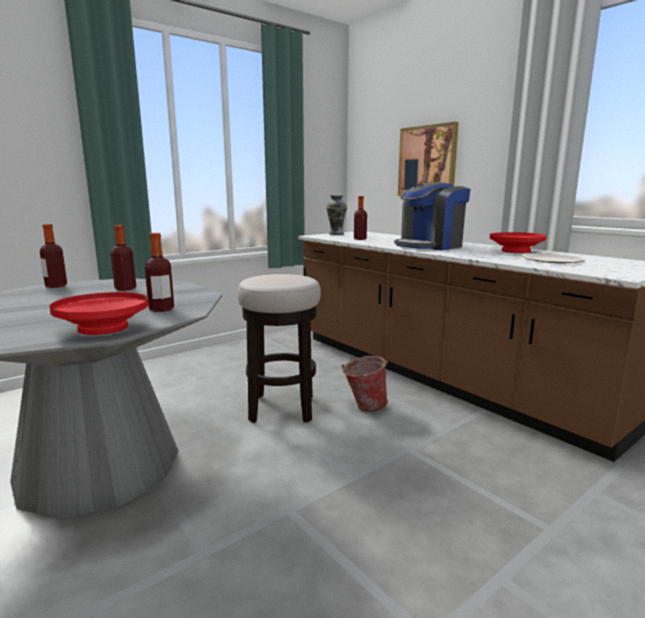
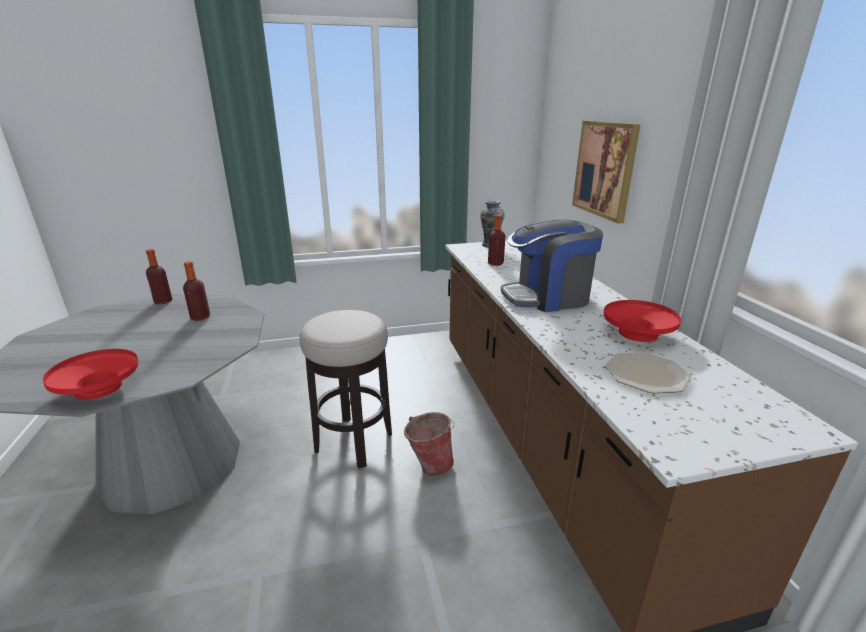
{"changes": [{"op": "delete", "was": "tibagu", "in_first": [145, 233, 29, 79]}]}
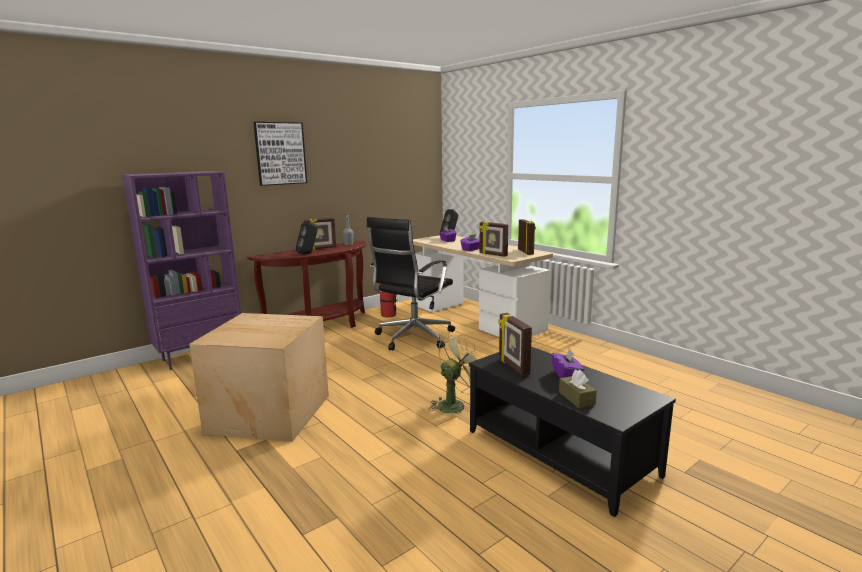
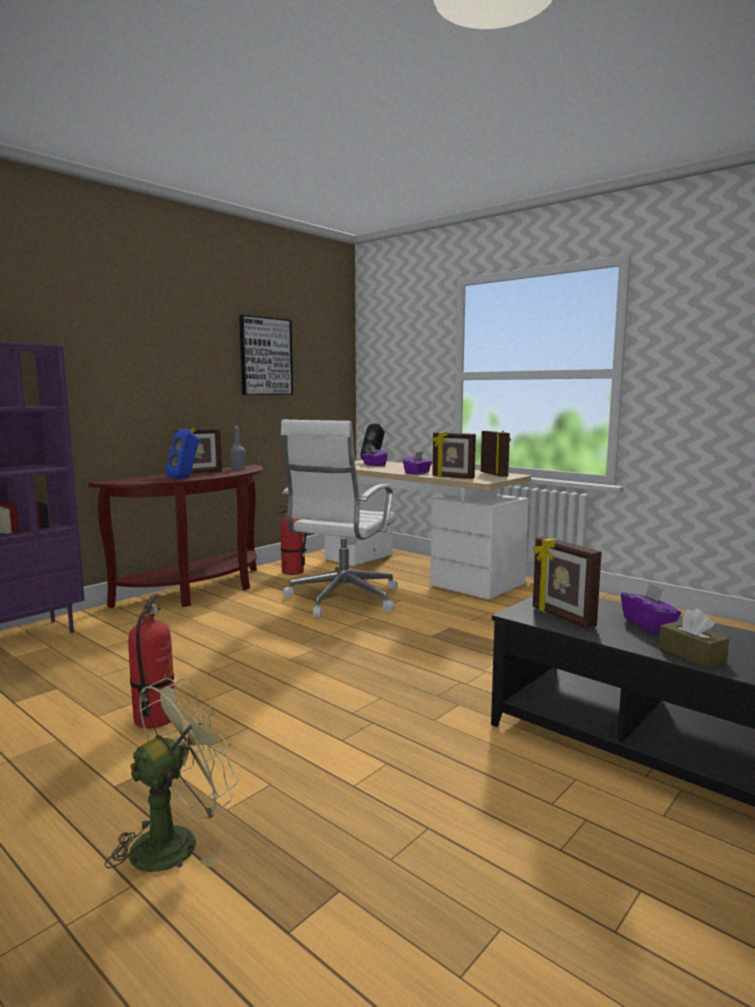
{"changes": [{"op": "move", "was": "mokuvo", "in_first": [253, 122, 54, 64], "in_second": [239, 315, 54, 80]}, {"op": "move", "was": "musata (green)", "in_first": [429, 335, 48, 78], "in_second": [105, 678, 134, 194]}, {"op": "replace", "was": "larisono", "now": "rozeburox", "in_first": [189, 313, 140, 129], "in_second": [128, 594, 47, 135]}, {"op": "recolor", "was": "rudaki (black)", "now": "rudaki (blue)", "in_first": [296, 221, 22, 33], "in_second": [165, 429, 34, 50]}, {"op": "recolor", "was": "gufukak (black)", "now": "gufukak (white)", "in_first": [367, 217, 88, 133], "in_second": [281, 420, 117, 197]}]}
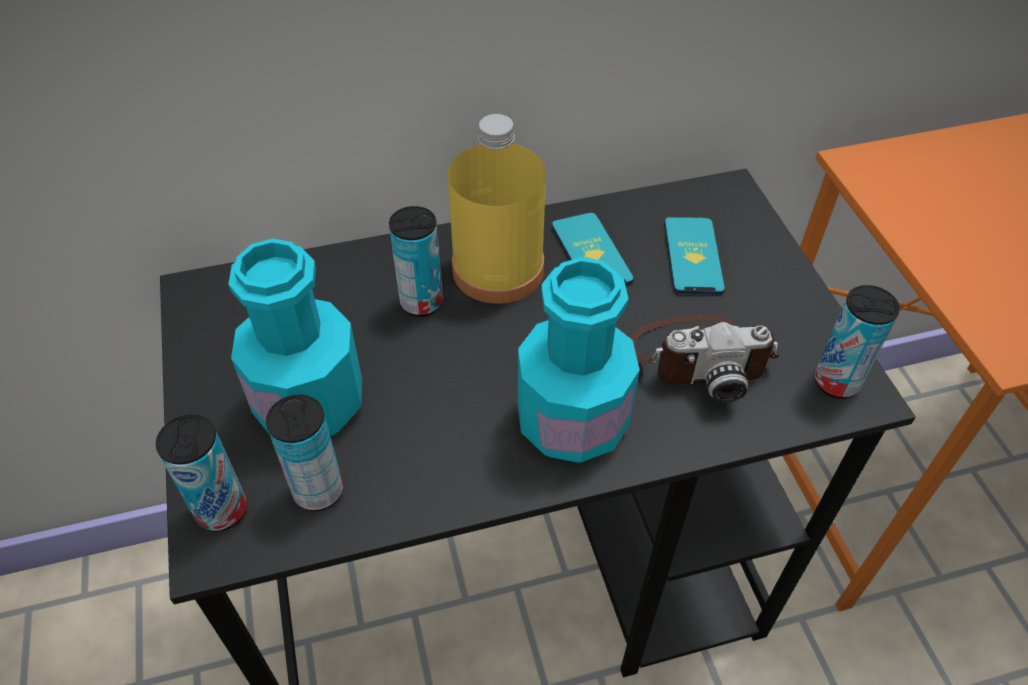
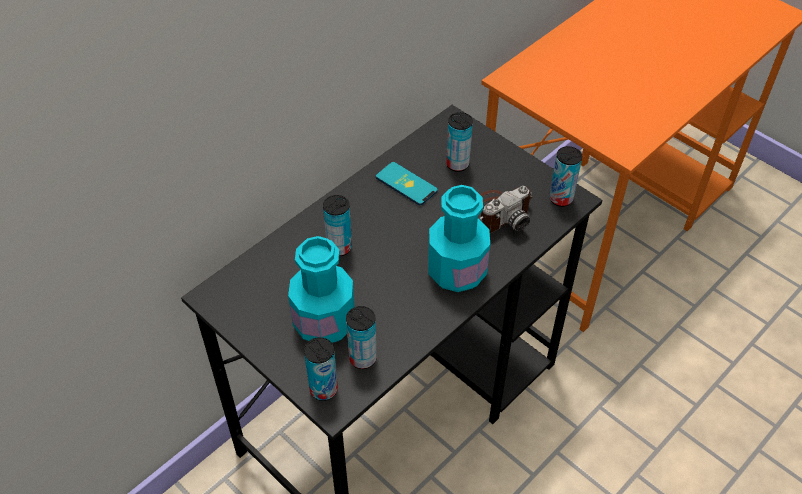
{"changes": [{"op": "delete", "was": "tibagu (yellow)", "in_first": [448, 114, 98, 190]}, {"op": "replace", "was": "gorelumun", "now": "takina", "in_first": [664, 217, 61, 78], "in_second": [446, 112, 27, 60]}]}
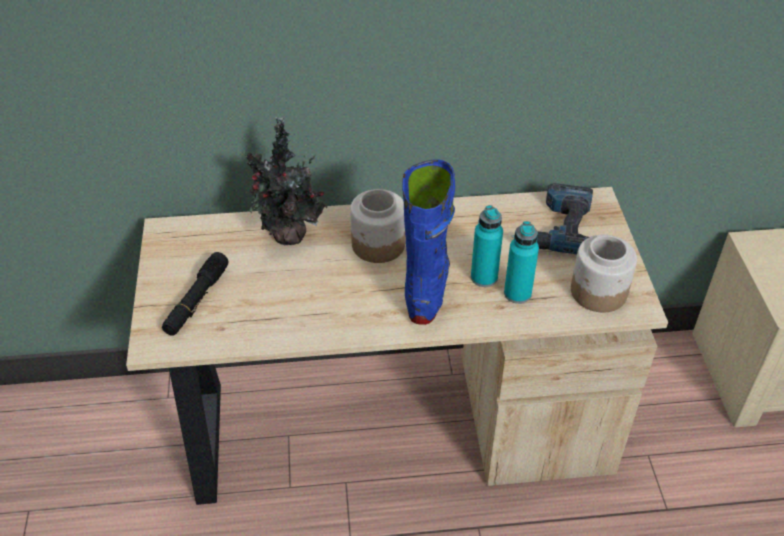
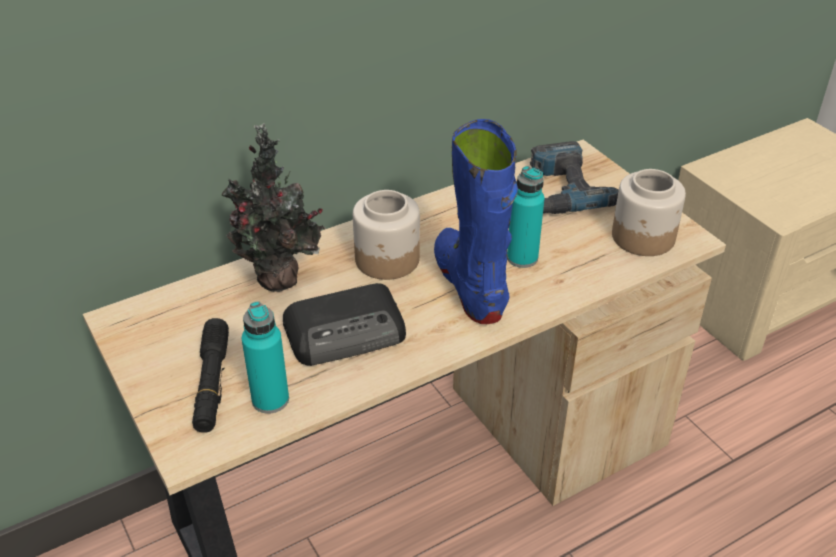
{"changes": [{"op": "insert", "now": "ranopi", "in_second": [283, 283, 123, 83]}, {"op": "move", "was": "tibagu (turquoise)", "in_first": [504, 221, 35, 83], "in_second": [242, 301, 47, 113]}]}
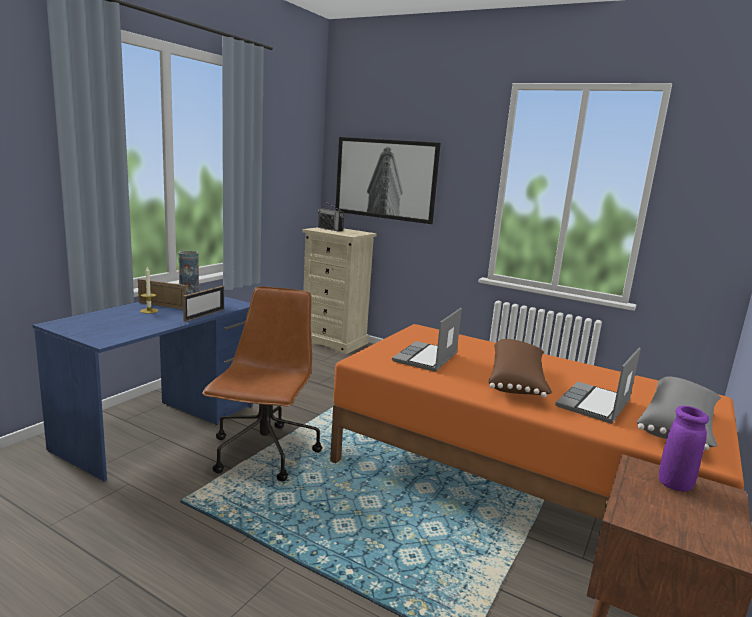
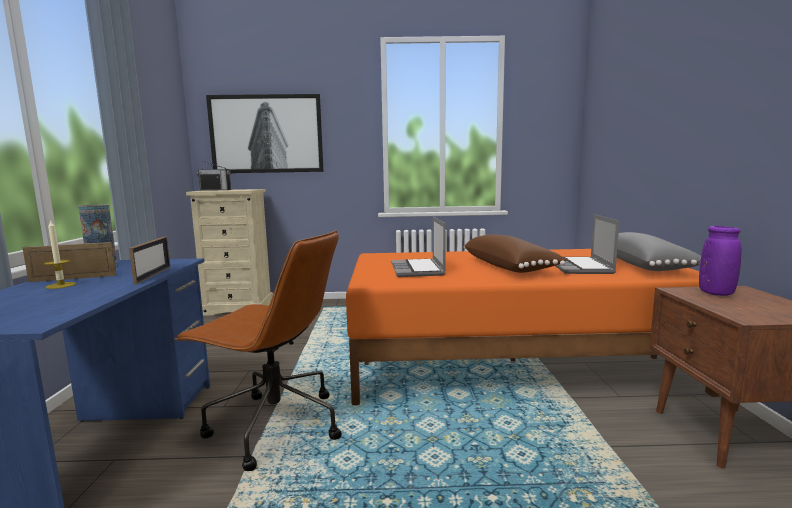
{"changes": [{"op": "rotate", "was": "gufukak (brown)", "in_first": [202, 286, 120, 195], "in_second": [174, 230, 168, 241], "clockwise": 135}]}
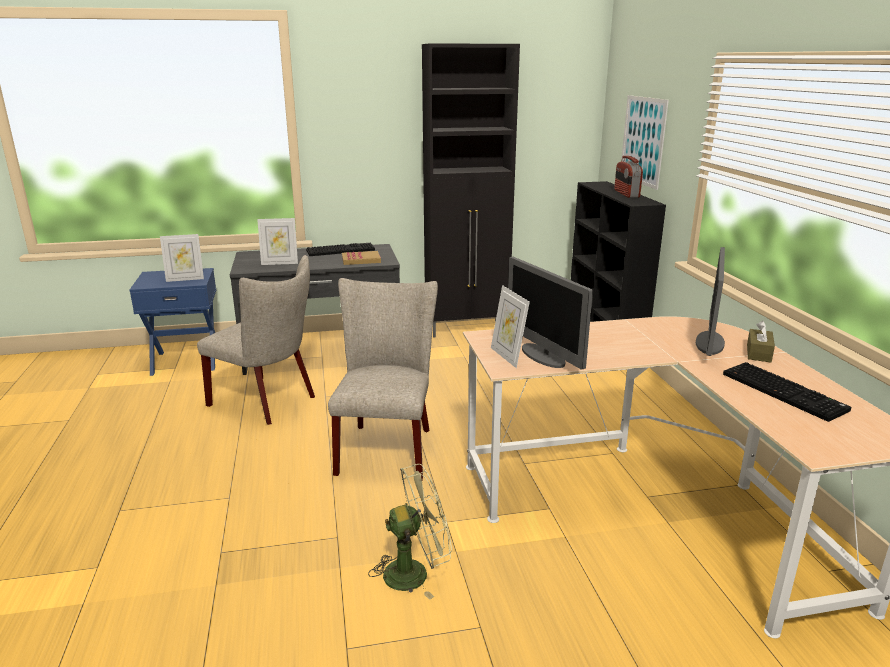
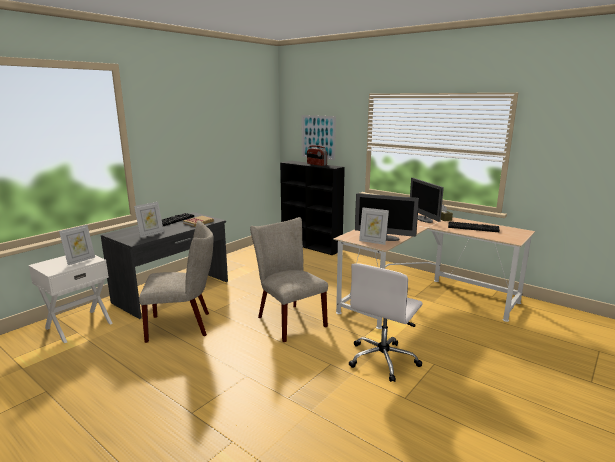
{"changes": [{"op": "delete", "was": "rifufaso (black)", "in_first": [422, 43, 98, 295]}, {"op": "replace", "was": "musata (green)", "now": "gufukak (white)", "in_first": [368, 464, 84, 136], "in_second": [349, 263, 73, 119]}, {"op": "recolor", "was": "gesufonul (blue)", "now": "gesufonul (white)", "in_first": [130, 268, 86, 108], "in_second": [28, 255, 85, 88]}]}
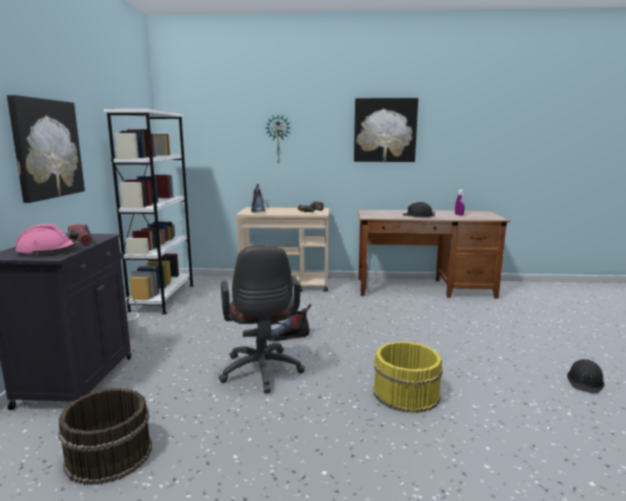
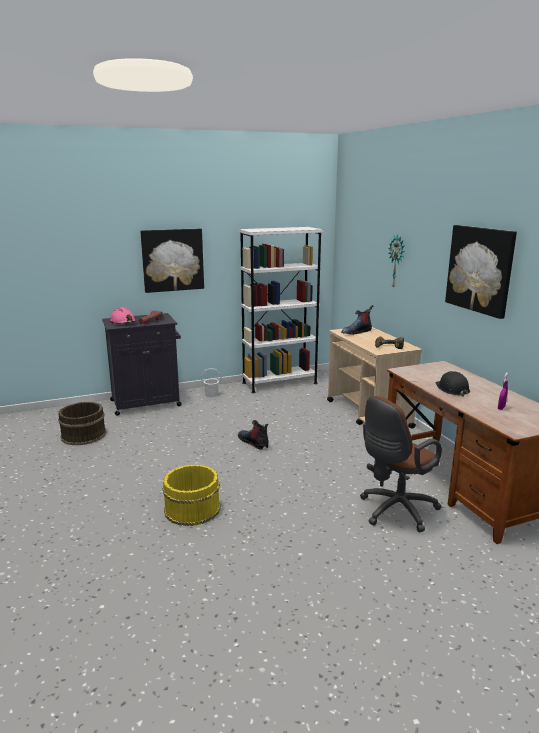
{"changes": [{"op": "delete", "was": "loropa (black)", "in_first": [567, 359, 37, 35]}, {"op": "move", "was": "gufukak (brown)", "in_first": [219, 245, 86, 148], "in_second": [360, 396, 82, 136]}]}
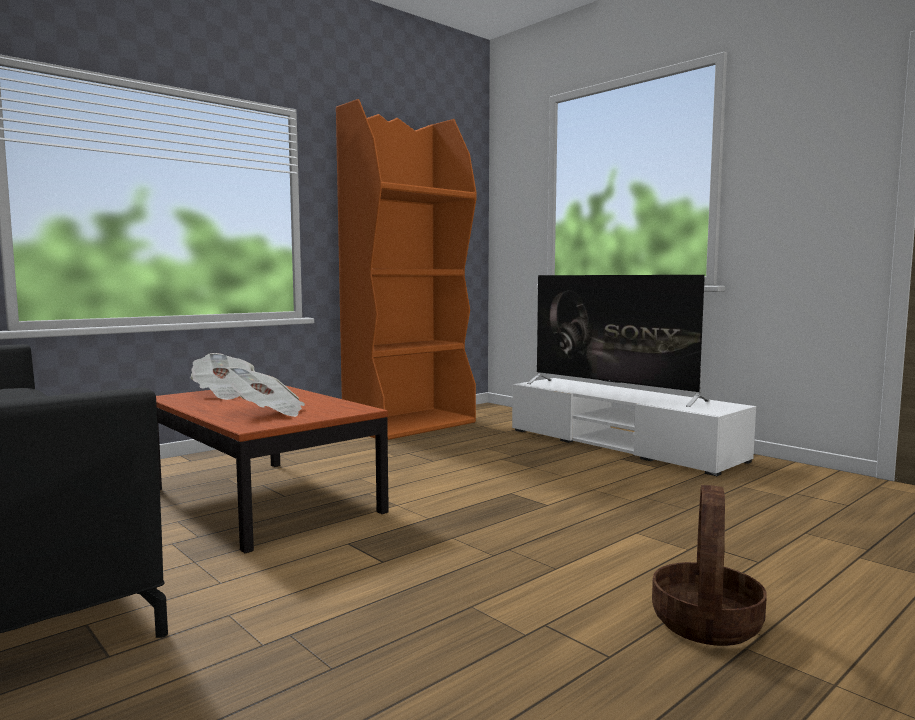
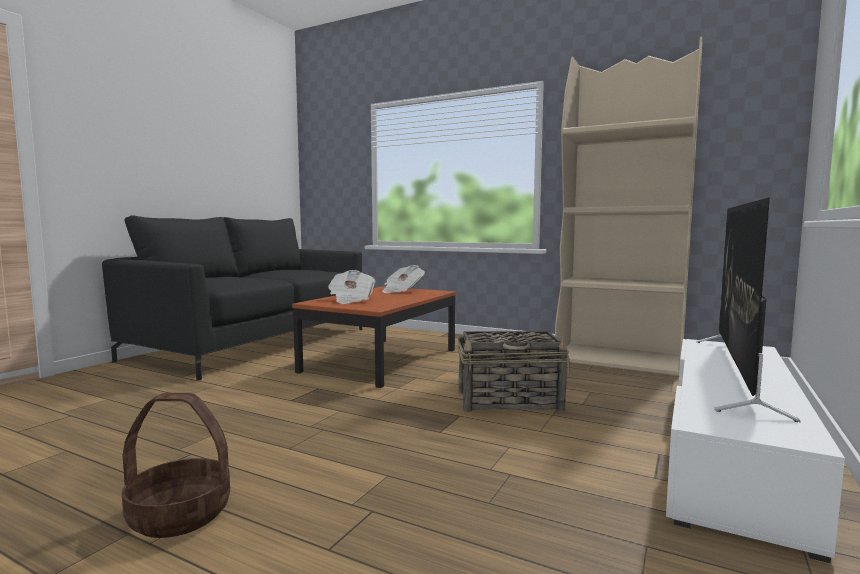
{"changes": [{"op": "insert", "now": "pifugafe", "in_second": [458, 331, 112, 81]}, {"op": "recolor", "was": "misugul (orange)", "now": "misugul (beige)", "in_first": [336, 99, 141, 341], "in_second": [555, 36, 147, 340]}]}
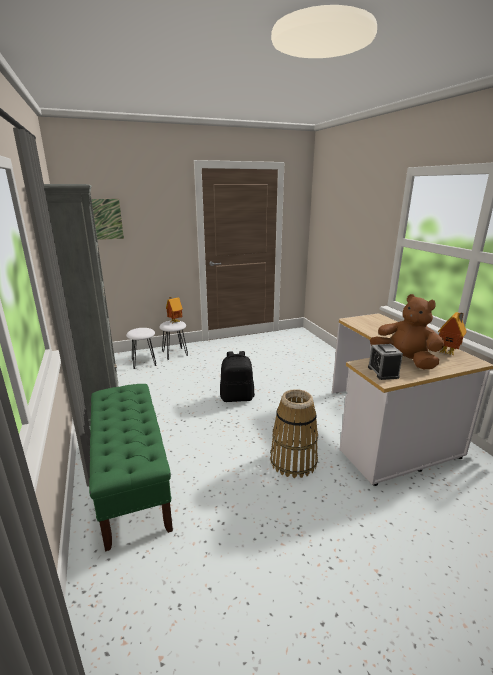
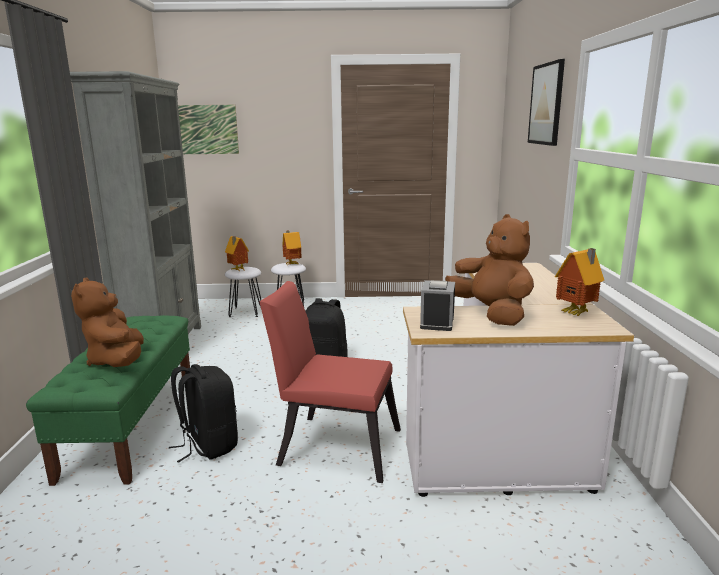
{"changes": [{"op": "insert", "now": "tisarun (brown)", "in_second": [71, 277, 73, 90]}, {"op": "insert", "now": "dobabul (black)", "in_second": [169, 364, 69, 99]}, {"op": "insert", "now": "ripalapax", "in_second": [225, 236, 24, 35]}, {"op": "insert", "now": "mokuvo", "in_second": [528, 59, 37, 87]}, {"op": "replace", "was": "pifugafe", "now": "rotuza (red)", "in_first": [270, 389, 48, 89], "in_second": [259, 281, 142, 202]}]}
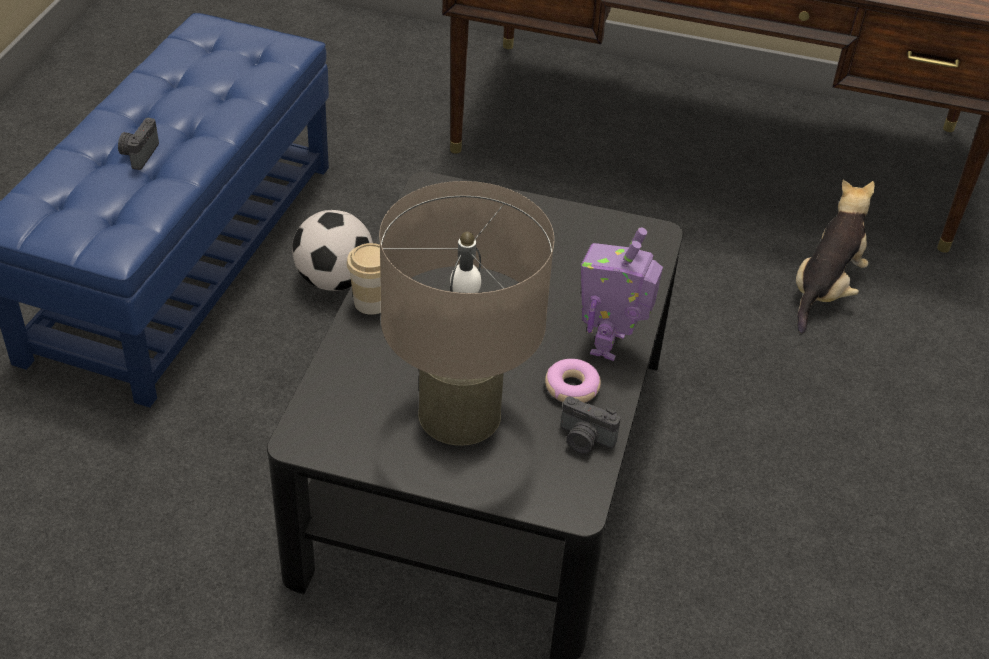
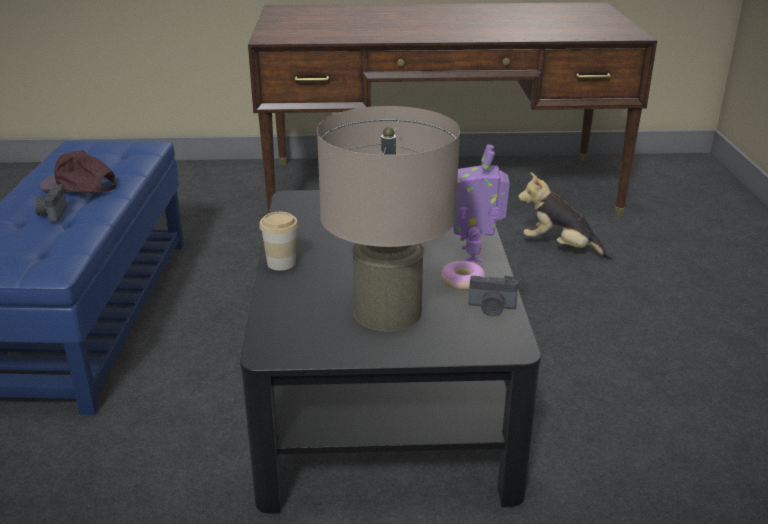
{"changes": [{"op": "delete", "was": "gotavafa", "in_first": [292, 210, 81, 81]}, {"op": "insert", "now": "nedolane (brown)", "in_second": [39, 150, 78, 43]}, {"op": "rotate", "was": "tisarun", "in_first": [796, 180, 79, 154], "in_second": [518, 172, 95, 87], "clockwise": -75}]}
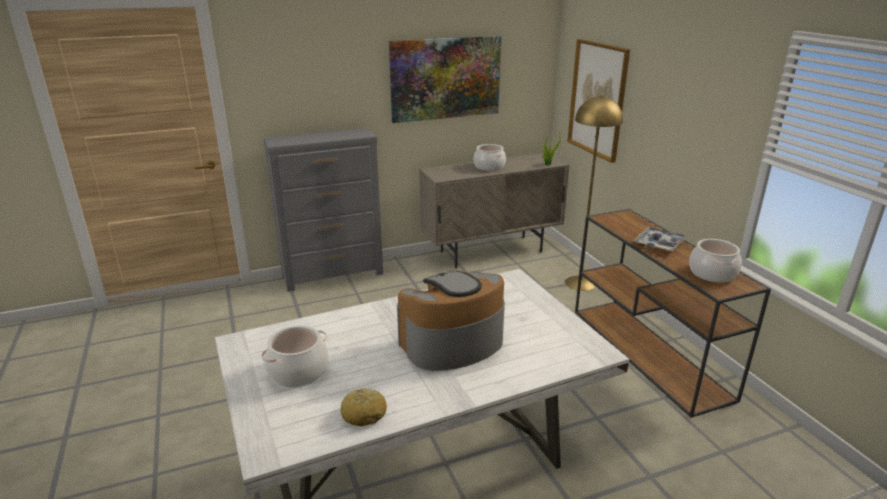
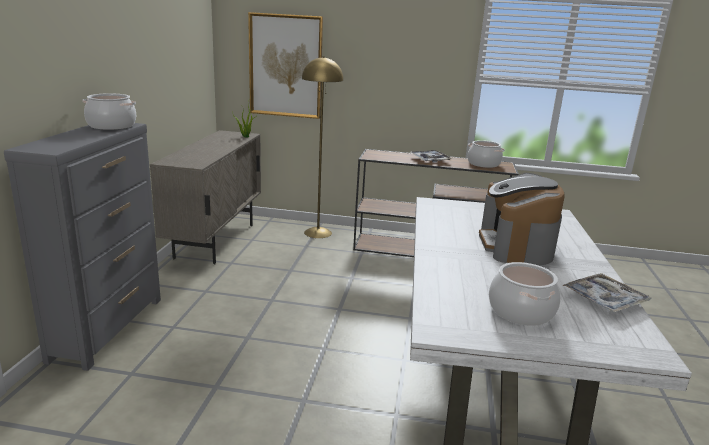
{"changes": [{"op": "delete", "was": "mokuvo", "in_first": [389, 36, 112, 87]}, {"op": "move", "was": "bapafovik", "in_first": [474, 144, 32, 27], "in_second": [82, 93, 54, 37]}, {"op": "replace", "was": "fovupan", "now": "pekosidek", "in_first": [341, 388, 46, 39], "in_second": [562, 273, 89, 40]}]}
